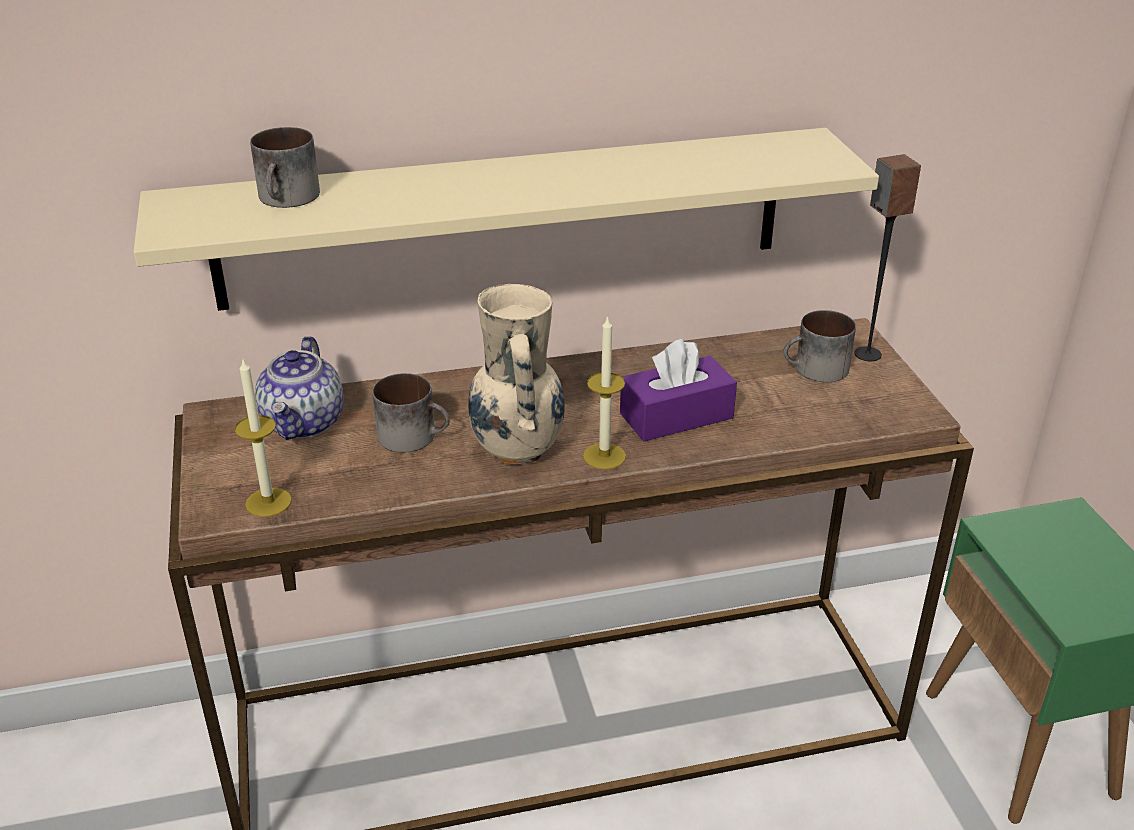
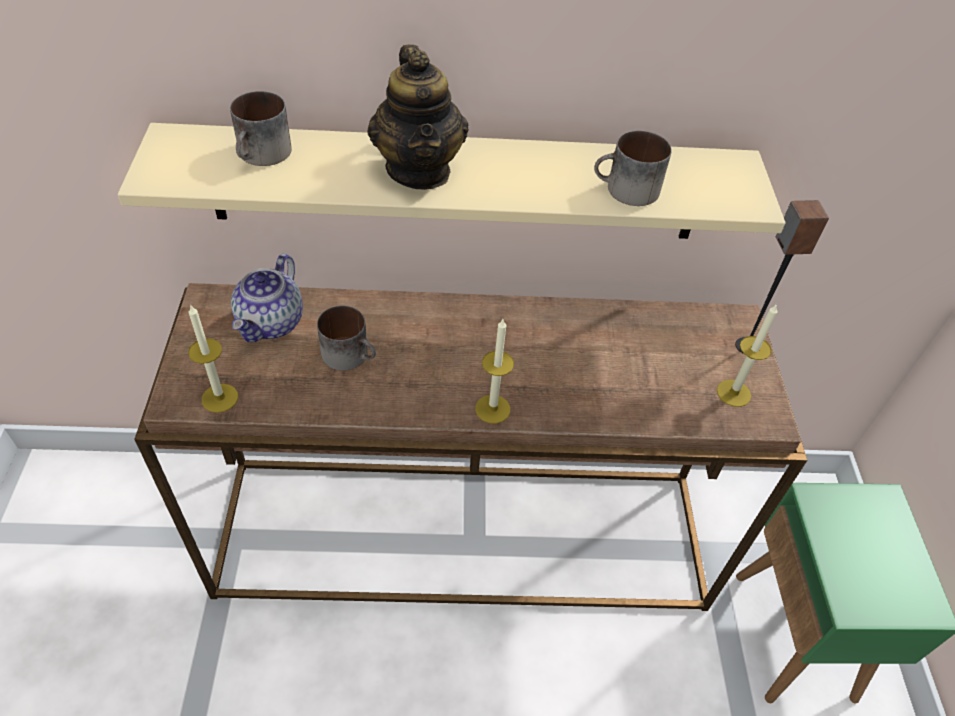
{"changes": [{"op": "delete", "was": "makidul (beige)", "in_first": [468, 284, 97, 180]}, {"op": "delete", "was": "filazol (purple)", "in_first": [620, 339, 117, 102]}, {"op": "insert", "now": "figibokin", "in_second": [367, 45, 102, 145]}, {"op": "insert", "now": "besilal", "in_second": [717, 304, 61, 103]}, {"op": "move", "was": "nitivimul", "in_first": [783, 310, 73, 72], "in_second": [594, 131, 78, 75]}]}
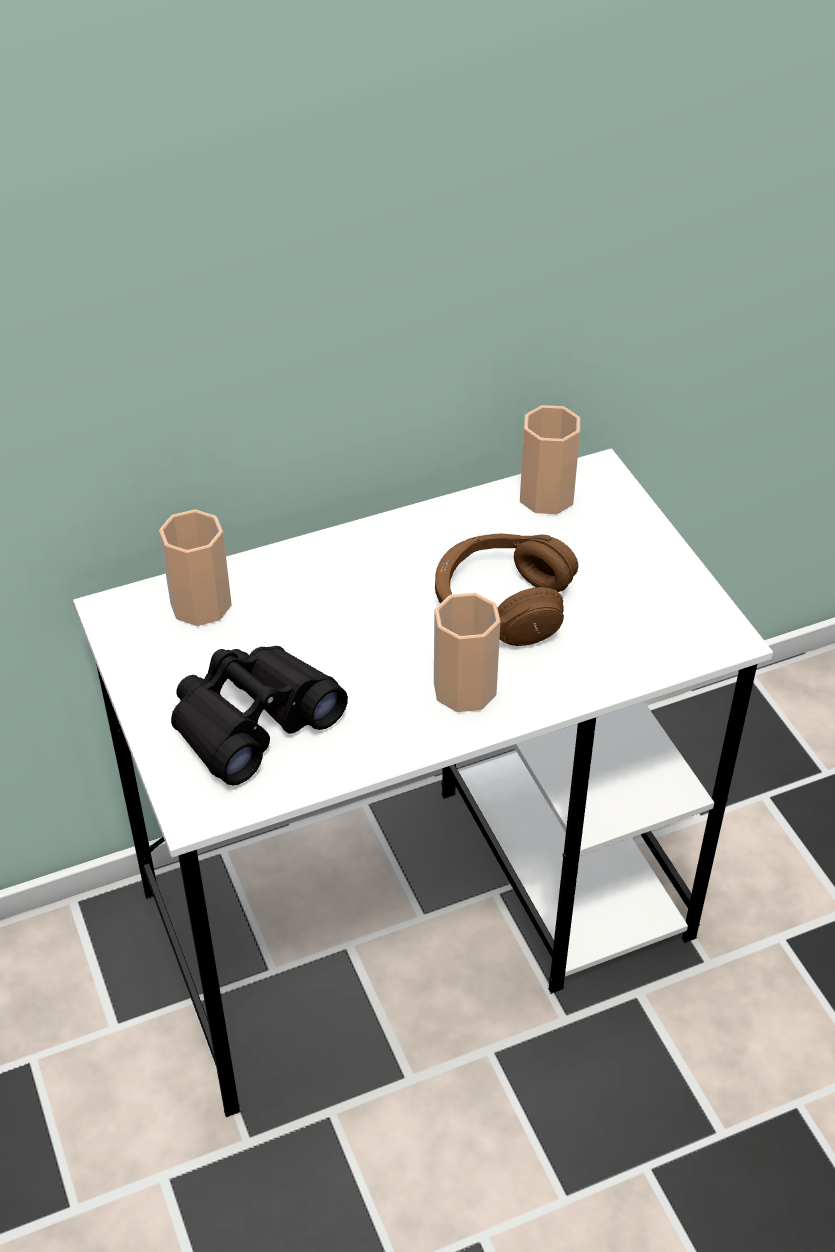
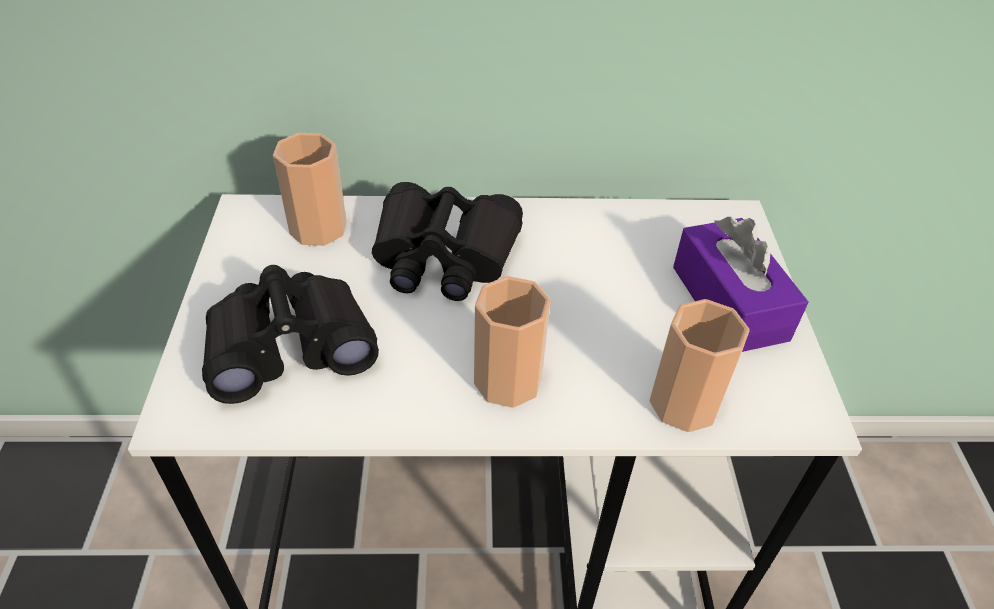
{"changes": [{"op": "delete", "was": "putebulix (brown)", "in_first": [435, 534, 143, 112]}, {"op": "insert", "now": "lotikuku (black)", "in_second": [372, 182, 151, 119]}, {"op": "insert", "now": "filazol (purple)", "in_second": [673, 217, 135, 135]}, {"op": "move", "was": "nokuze", "in_first": [520, 405, 60, 109], "in_second": [649, 299, 101, 133]}]}
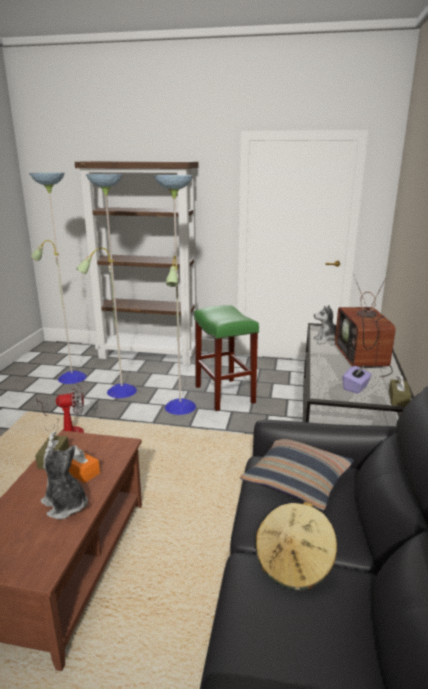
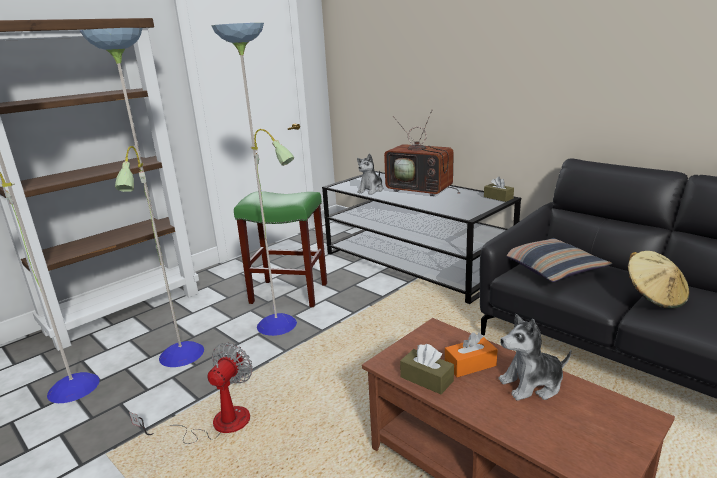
{"changes": [{"op": "delete", "was": "filazol (purple)", "in_first": [343, 365, 29, 29]}]}
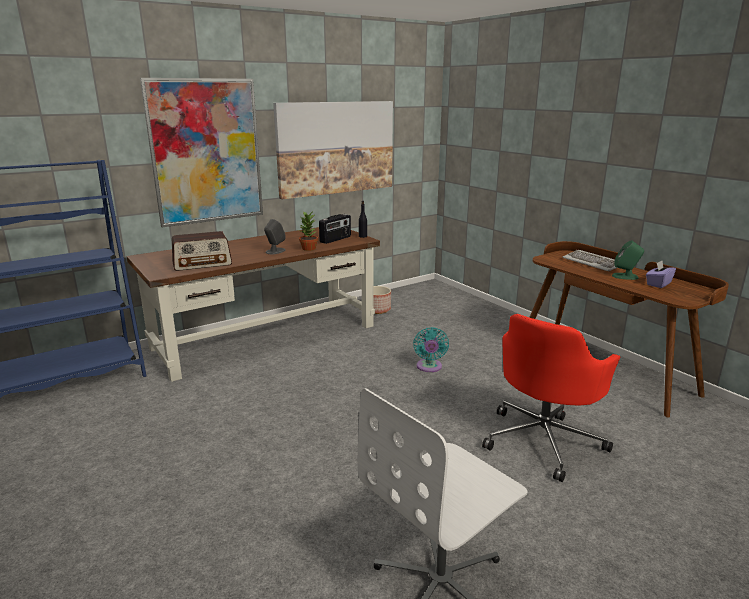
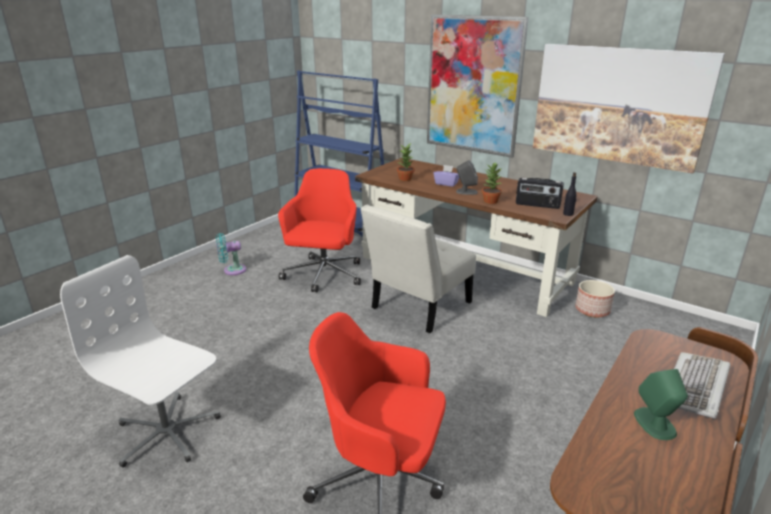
{"changes": [{"op": "insert", "now": "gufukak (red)", "in_second": [278, 168, 83, 124]}, {"op": "insert", "now": "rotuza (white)", "in_second": [361, 205, 115, 128]}, {"op": "move", "was": "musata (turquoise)", "in_first": [413, 327, 36, 45], "in_second": [216, 233, 31, 42]}, {"op": "move", "was": "filazol (purple)", "in_first": [646, 260, 30, 28], "in_second": [433, 165, 26, 22]}, {"op": "replace", "was": "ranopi", "now": "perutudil", "in_first": [172, 231, 60, 40], "in_second": [397, 144, 18, 37]}]}
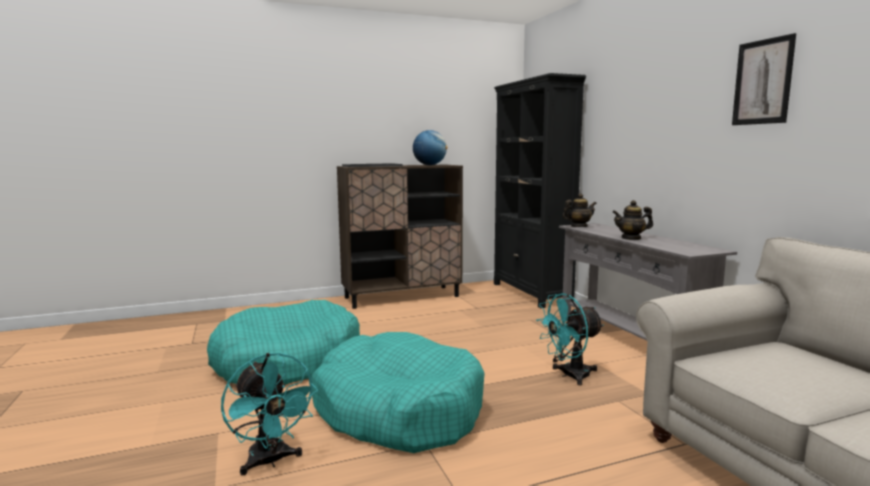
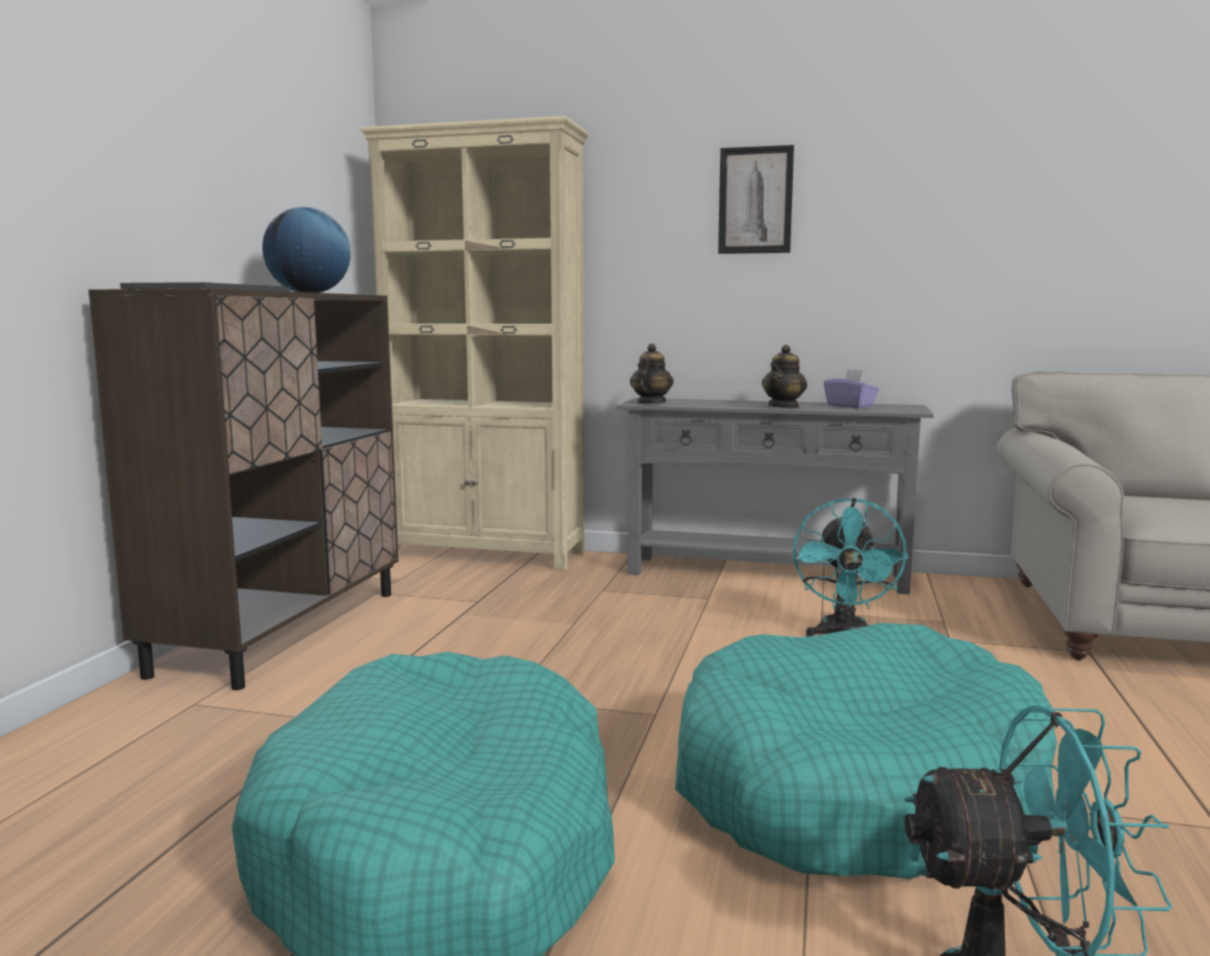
{"changes": [{"op": "insert", "now": "filazol (purple)", "in_second": [824, 369, 55, 39]}, {"op": "move", "was": "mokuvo", "in_first": [732, 33, 64, 92], "in_second": [718, 145, 76, 109]}, {"op": "recolor", "was": "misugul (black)", "now": "misugul (beige)", "in_first": [494, 73, 92, 235], "in_second": [360, 116, 229, 455]}]}
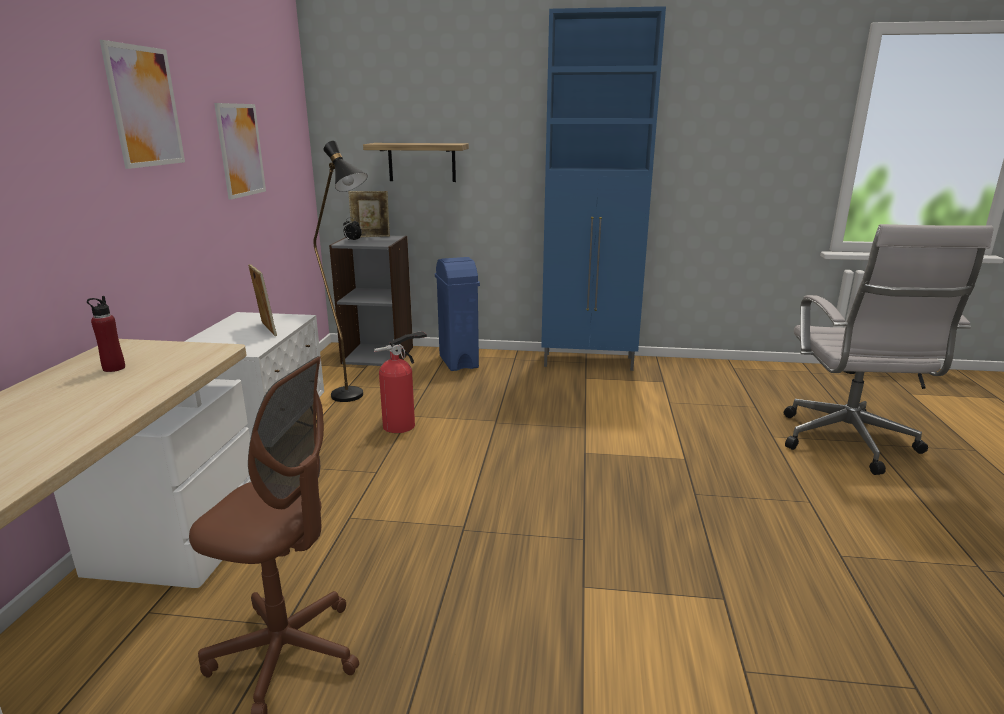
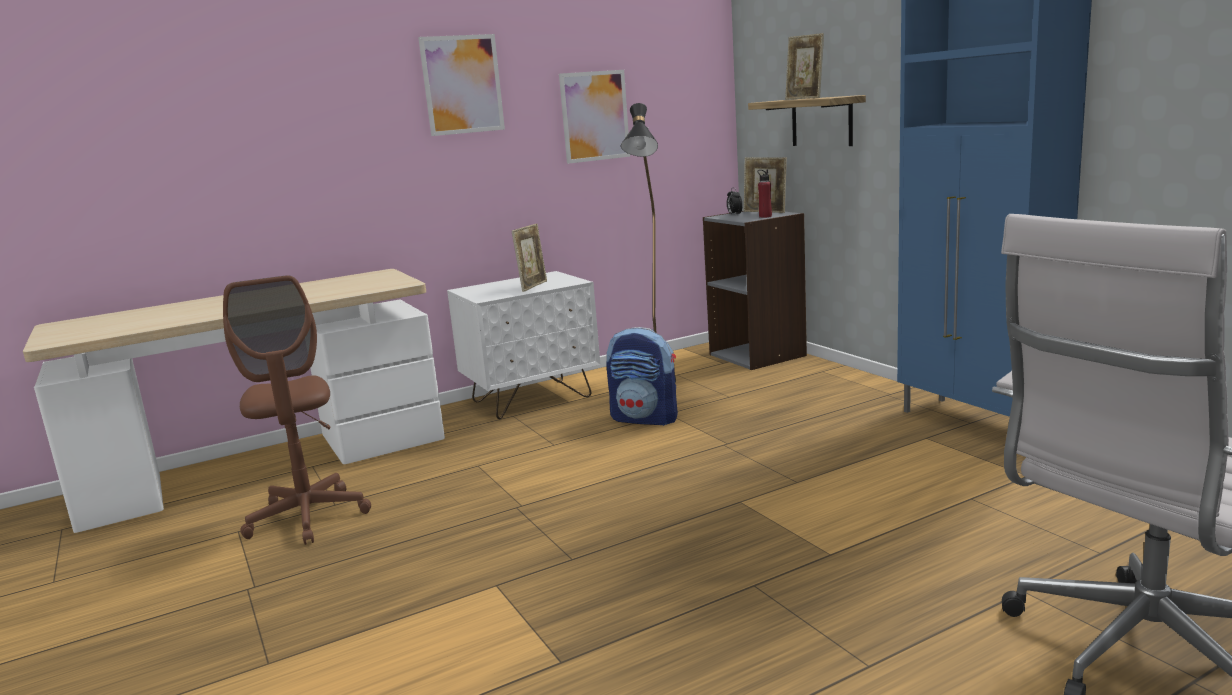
{"changes": [{"op": "delete", "was": "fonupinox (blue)", "in_first": [435, 257, 45, 114]}, {"op": "insert", "now": "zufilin", "in_second": [785, 33, 39, 67]}, {"op": "move", "was": "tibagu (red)", "in_first": [87, 296, 38, 76], "in_second": [757, 169, 15, 49]}, {"op": "replace", "was": "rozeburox", "now": "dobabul", "in_first": [374, 331, 53, 102], "in_second": [607, 327, 71, 99]}]}
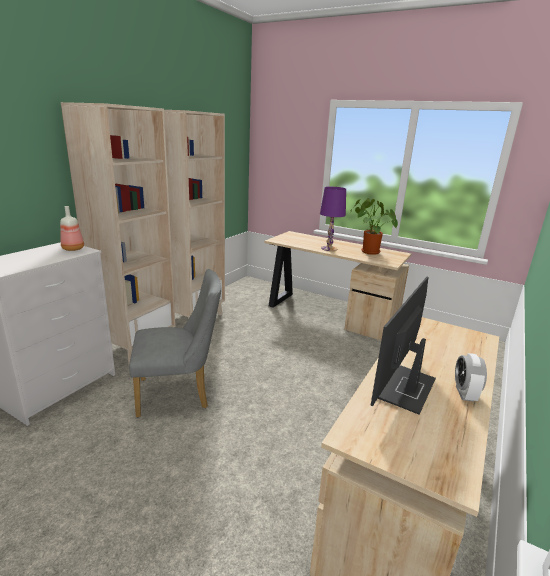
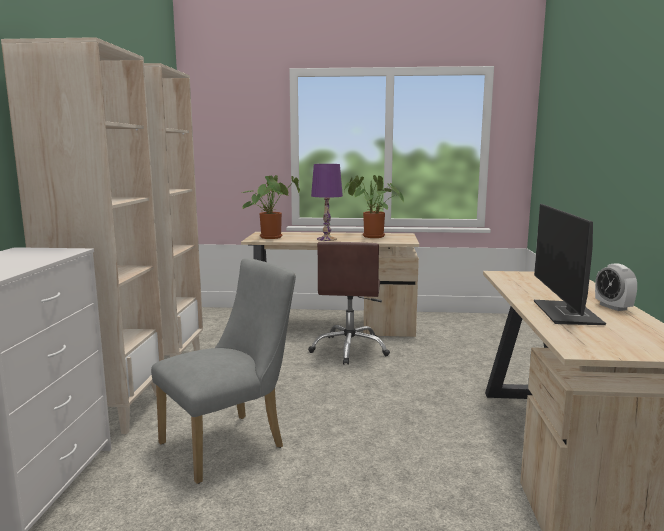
{"changes": [{"op": "delete", "was": "tibagu", "in_first": [60, 206, 24, 45]}, {"op": "insert", "now": "perutudil", "in_second": [242, 175, 58, 64]}, {"op": "insert", "now": "gufukak (brown)", "in_second": [308, 242, 82, 123]}]}
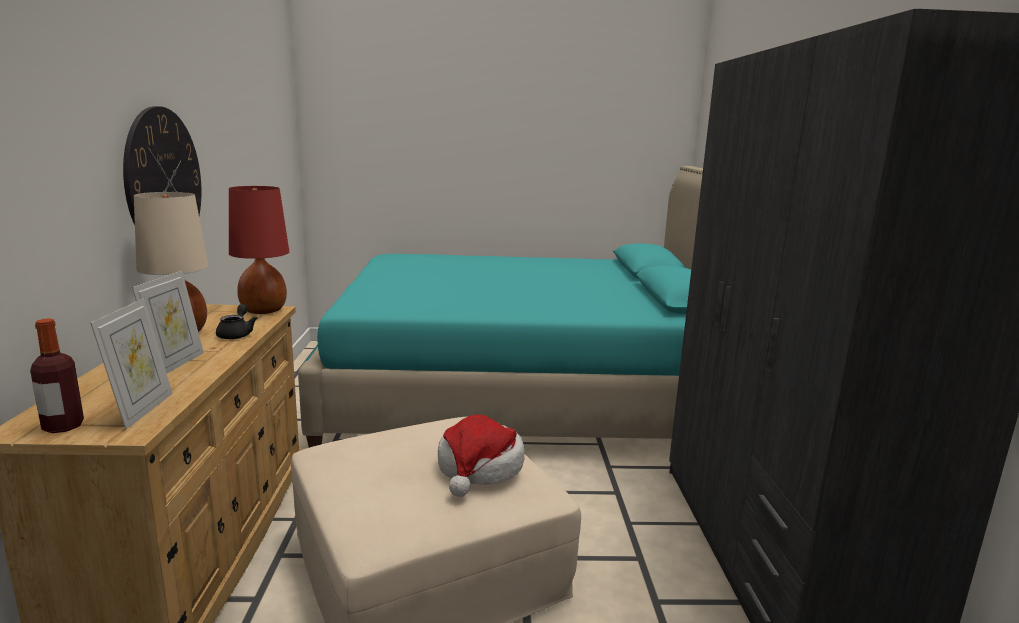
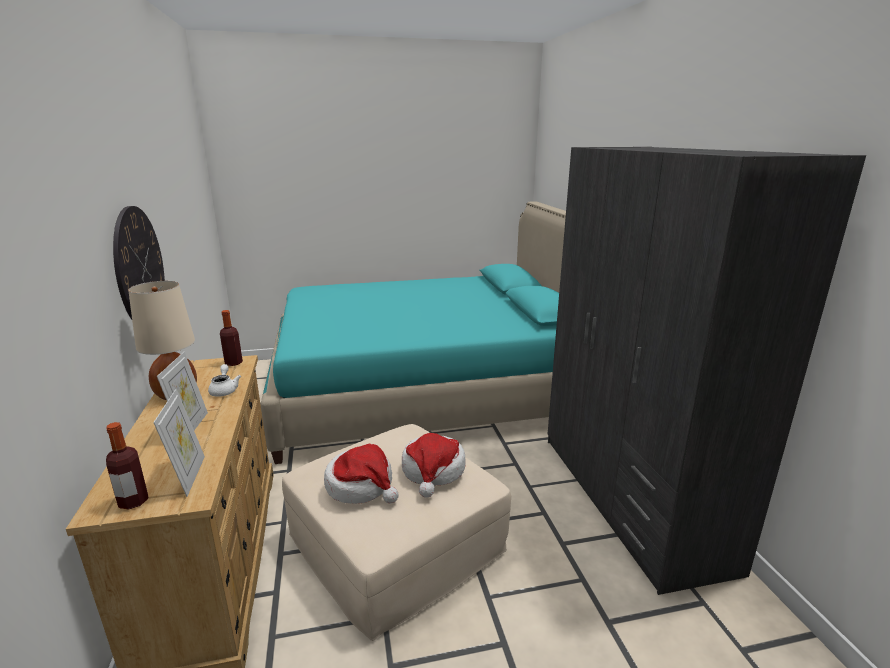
{"changes": [{"op": "insert", "now": "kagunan", "in_second": [324, 444, 75, 60]}, {"op": "replace", "was": "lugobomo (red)", "now": "tibagu", "in_first": [229, 186, 60, 128], "in_second": [220, 310, 23, 56]}, {"op": "recolor", "was": "figibokin (black)", "now": "figibokin (white)", "in_first": [216, 304, 42, 35], "in_second": [208, 364, 33, 33]}]}
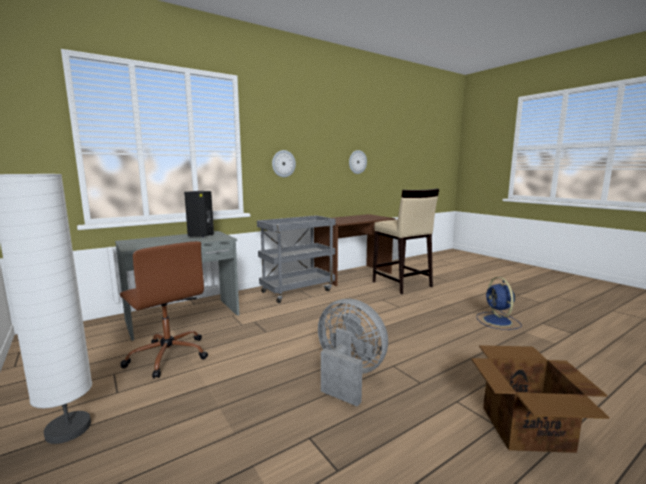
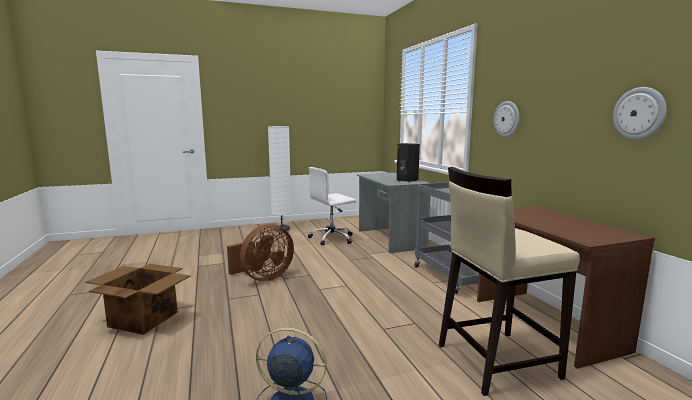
{"changes": [{"op": "recolor", "was": "gufukak (brown)", "now": "gufukak (white)", "in_first": [120, 241, 88, 137], "in_second": [308, 167, 48, 79]}, {"op": "recolor", "was": "musata (grey)", "now": "musata (brown)", "in_first": [318, 299, 70, 108], "in_second": [227, 224, 67, 57]}]}
